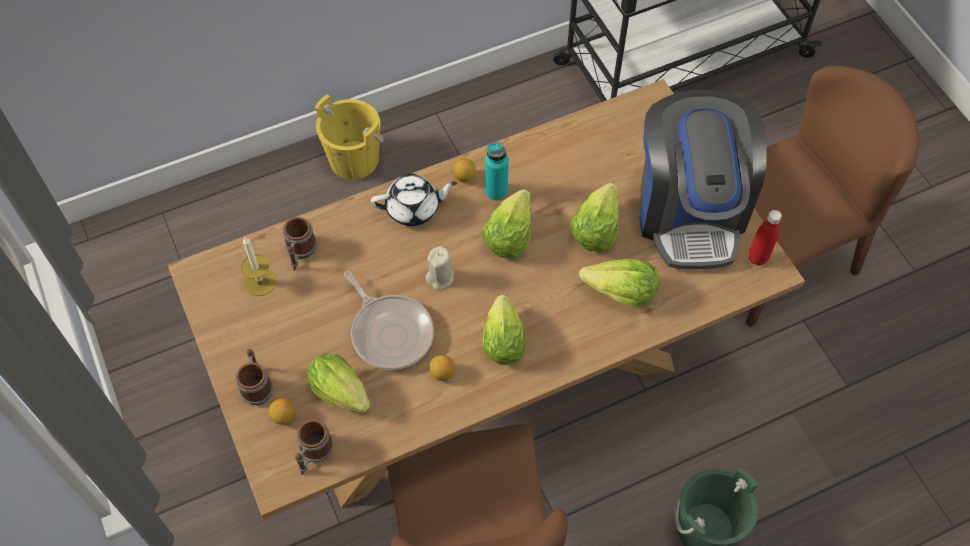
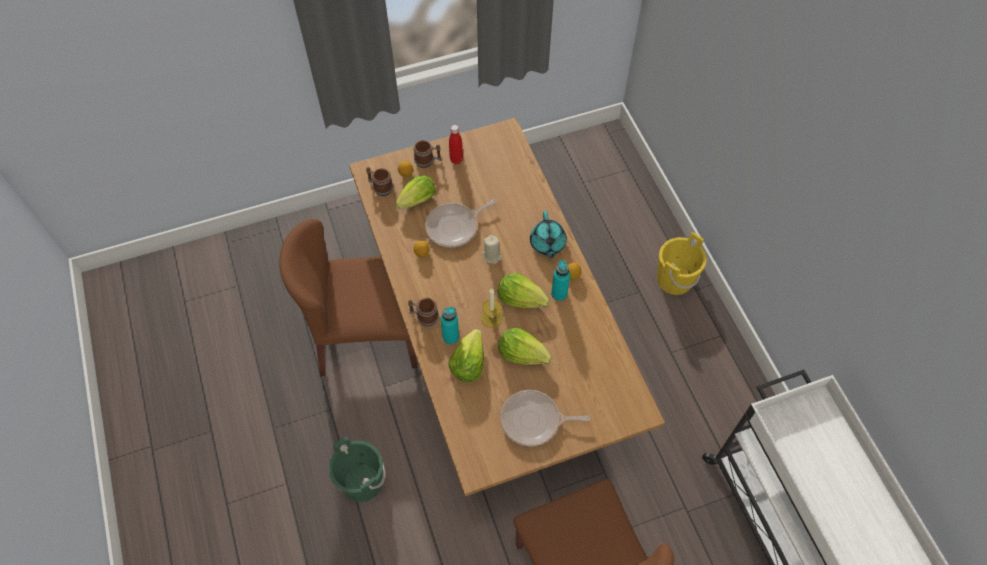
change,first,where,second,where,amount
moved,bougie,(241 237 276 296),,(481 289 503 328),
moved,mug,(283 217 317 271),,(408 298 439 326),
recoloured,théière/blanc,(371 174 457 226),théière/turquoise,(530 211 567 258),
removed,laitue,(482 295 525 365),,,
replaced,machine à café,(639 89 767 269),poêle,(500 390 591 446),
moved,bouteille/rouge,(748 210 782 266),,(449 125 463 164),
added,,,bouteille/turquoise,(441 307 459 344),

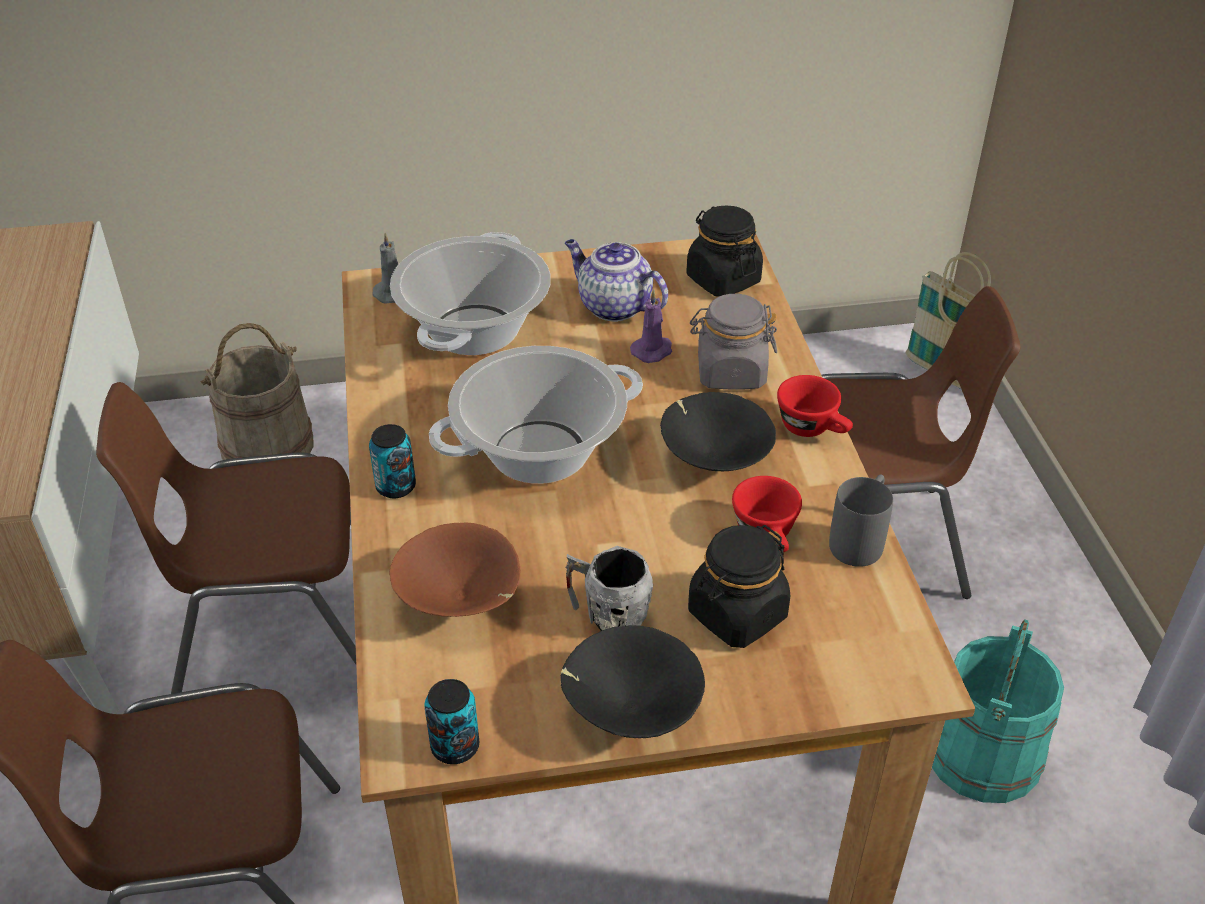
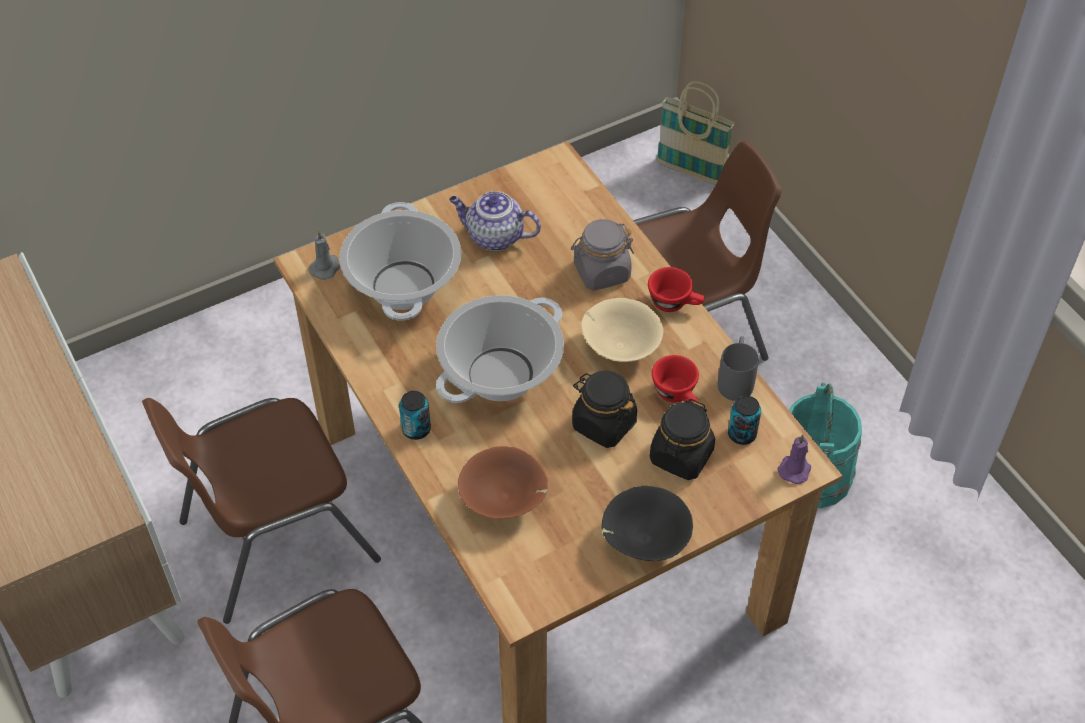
change,first,where,second,where,amount
removed,seau/beige,(200 323 314 460),,,
moved,boîte métallique,(424 679 479 764),,(728 396 761 445),
removed,mug/gris,(566 546 653 631),,,
moved,bougie/violet,(630 289 672 363),,(777 434 811 484),
recoloured,bol/noir,(660 392 776 471),bol/beige,(581 298 663 362),
moved,bocal/noir,(686 206 763 297),,(572 371 637 448),

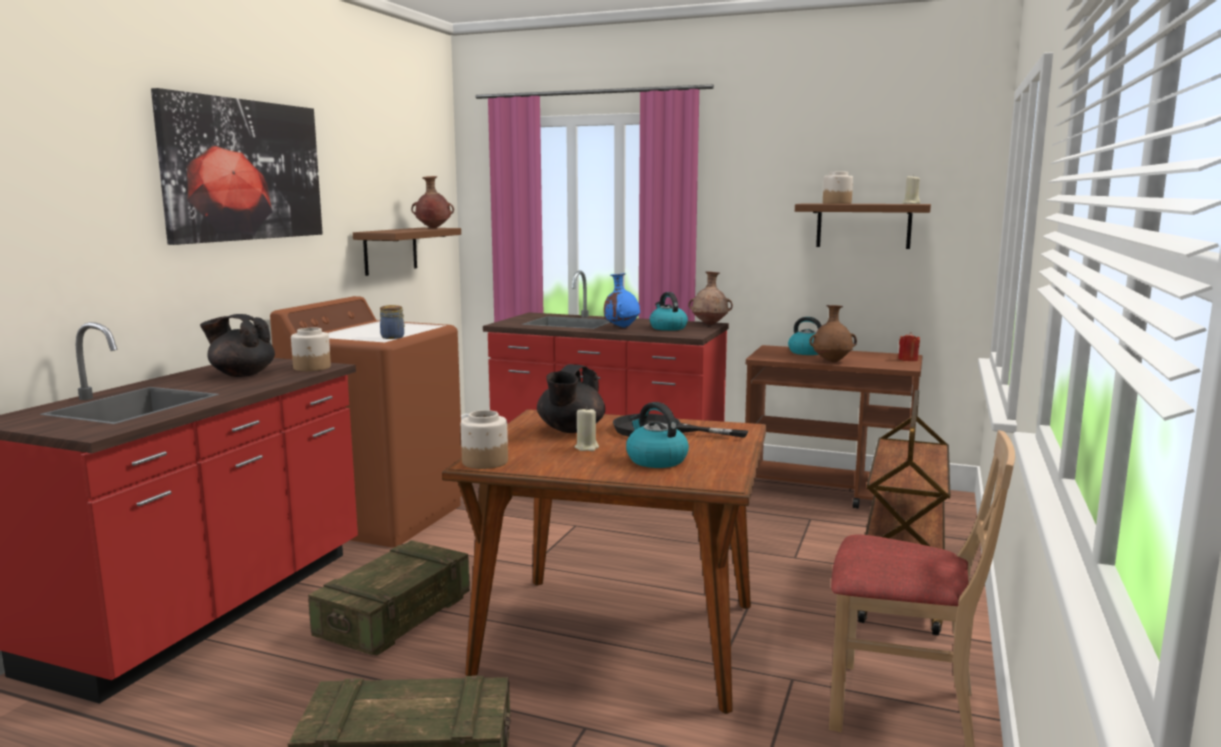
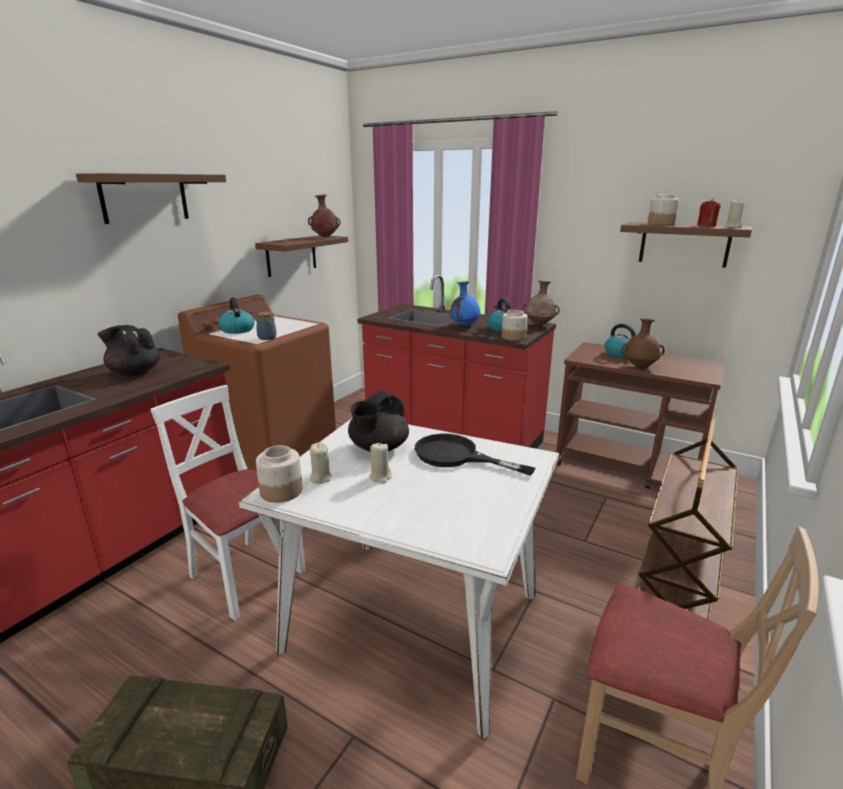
change,first,where,second,where,amount
replaced,tableau,(151 88 323 245),étagère/marron,(76 173 226 224),
moved,bocal,(291 328 331 371),,(501 310 527 341),
replaced,caisse,(308 540 470 656),chaise/blanc,(150 385 306 621),
recoloured,table à manger/marron,(442 409 767 714),table à manger/blanc,(239 418 559 739),
moved,bouilloire,(626 402 689 468),,(218 297 255 334),
moved,bougie/rouge,(898 332 920 361),,(697 199 721 226),
added,,,bougie/beige,(310 442 332 484),

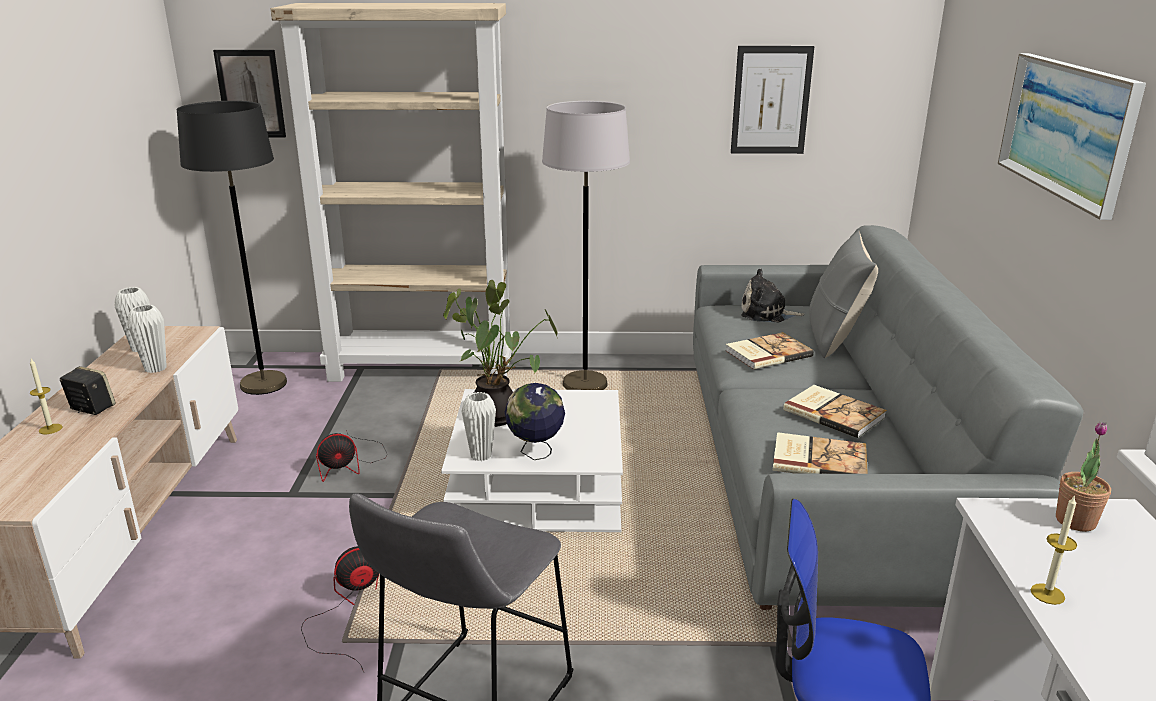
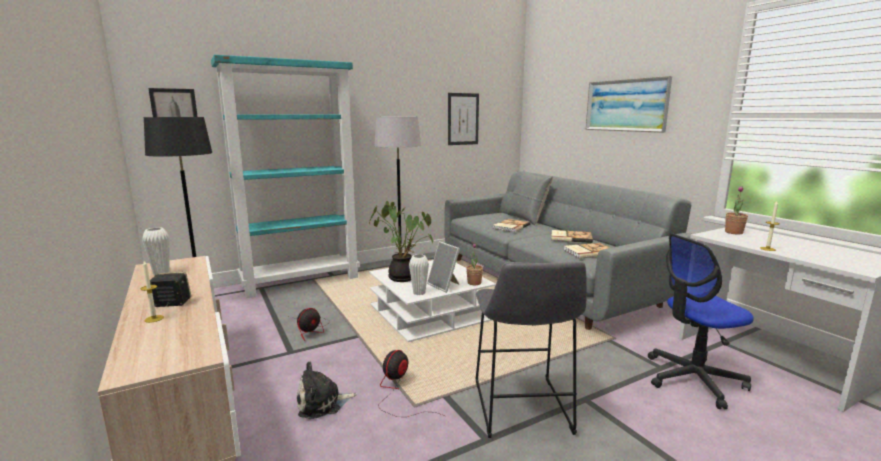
change,first,where,second,where,amount
removed,vase/blanc,(127 304 167 373),,,
recoloured,bibliothèque/beige,(271 3 514 382),bibliothèque/turquoise,(211 55 360 298),
replaced,globe,(505 383 565 460),cadre photo,(427 241 460 293),
moved,peluche,(741 269 805 322),,(297 361 357 419),
added,,,plante en pot,(466 243 483 286),

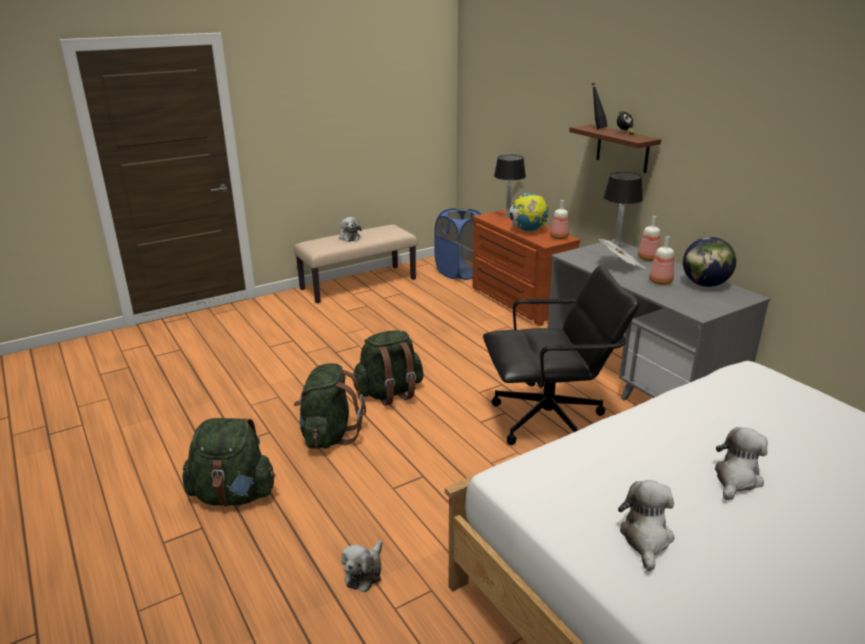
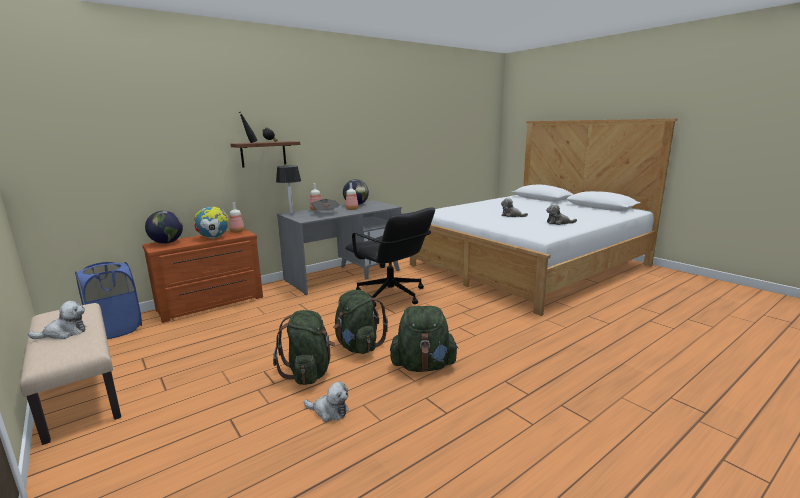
change,first,where,second,where,amount
moved,sac à dos/vert,(182 418 276 507),,(273 310 335 385),
moved,peluche,(341 540 383 592),,(304 382 349 422),
turned,chaise de bureau/noir,(483 265 640 445),,(345 207 435 307),150 degrees clockwise
replaced,lampe de table,(494 155 526 217),globe,(145 211 183 244),

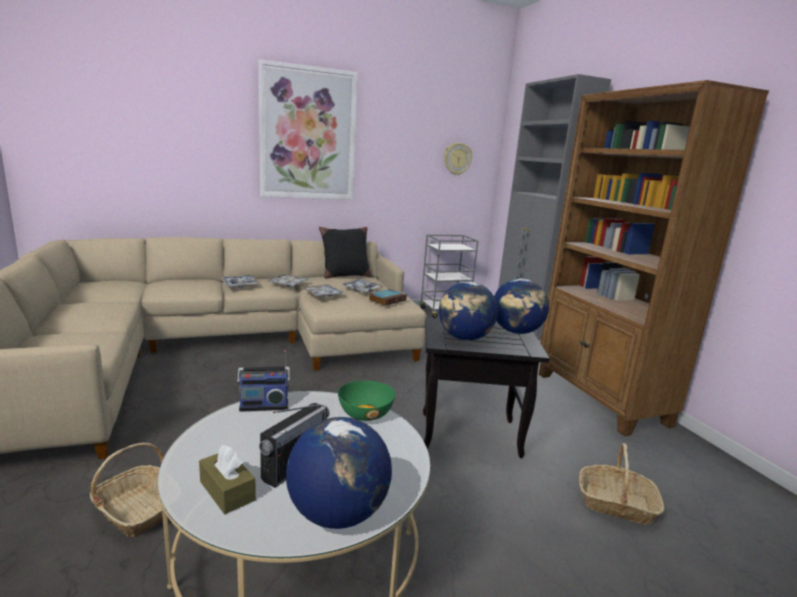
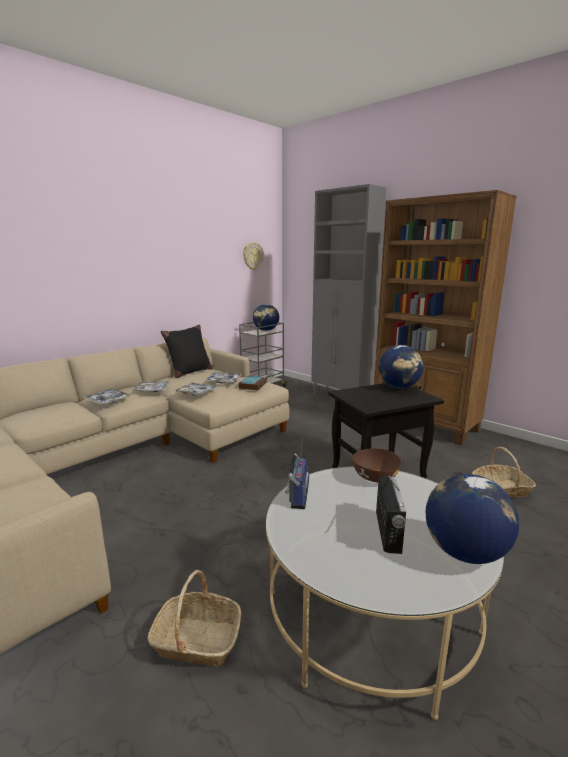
change,first,where,second,where,amount
removed,boîte à mouchoirs/marron,(199 445 256 514),,,
turned,radio,(237 350 290 412),,(285 437 309 509),45 degrees counterclockwise
removed,tableau,(258 59 358 200),,,
recoloured,bol/vert,(338 381 395 421),bol/marron,(352 448 401 482),
moved,globe,(439 282 498 340),,(253 304 279 331),

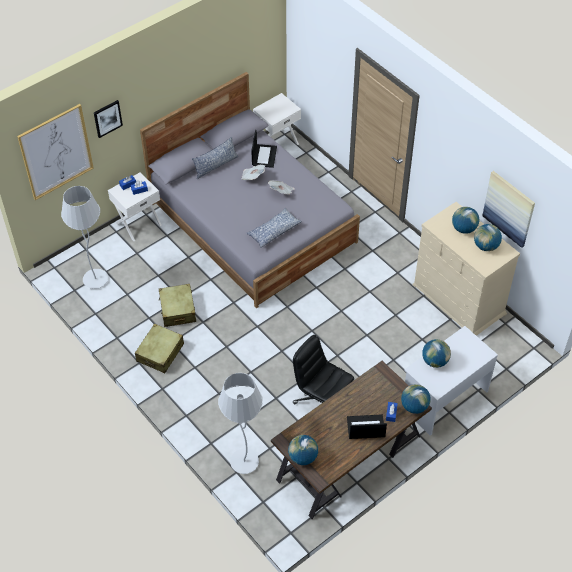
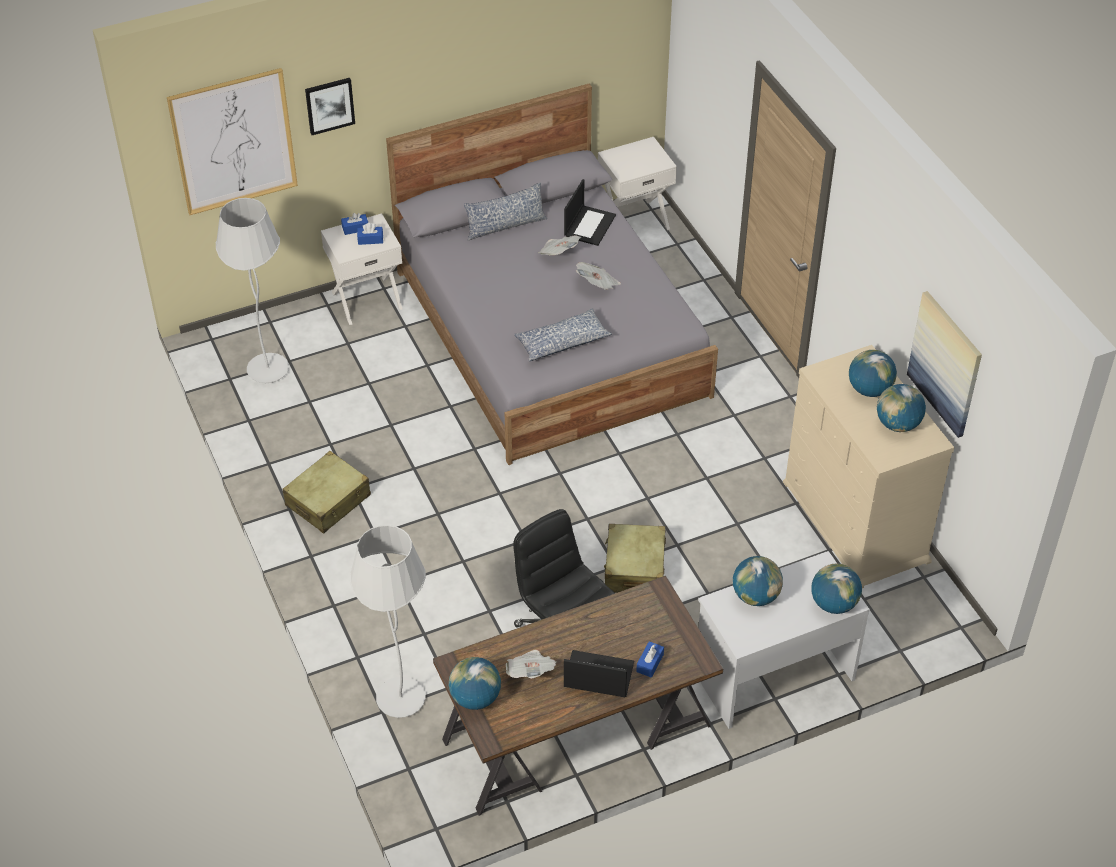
change,first,where,second,where,amount
moved,valise/beige,(159 284 196 327),,(604 524 666 593),
moved,globe,(401 384 431 414),,(811 563 862 614),
added,,,journal,(506 650 557 679),

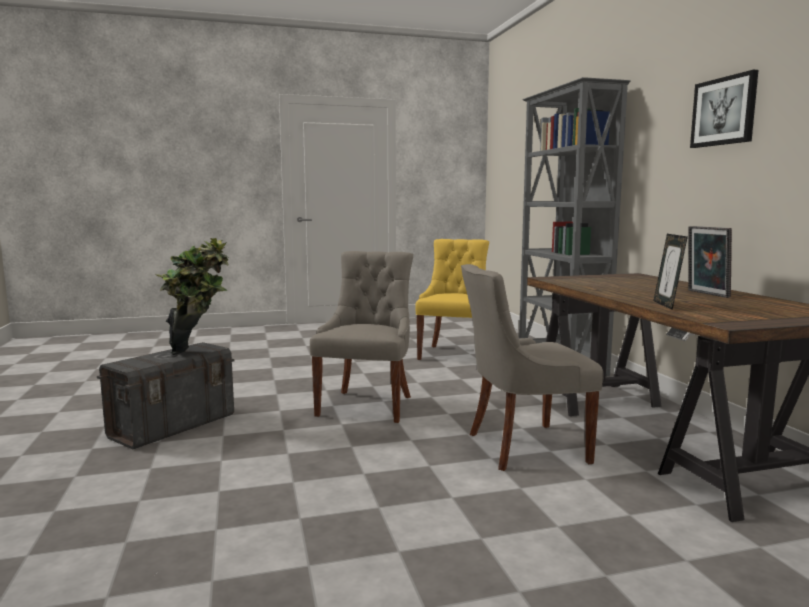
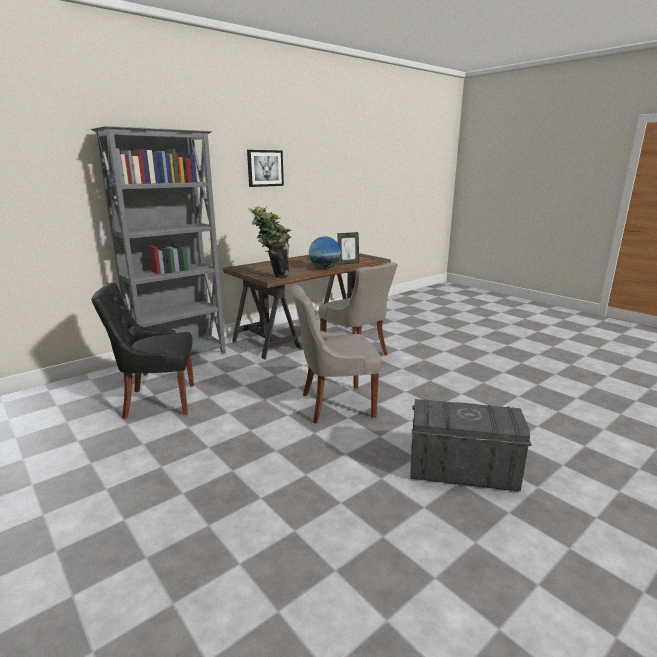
change,first,where,second,where,amount
moved,plante en pot,(155 238 229 355),,(248 205 291 279),
recoloured,chaise/jaune,(416 239 489 360),chaise/noir,(91 283 194 419),
removed,cadre photo,(688 226 732 298),,,
added,,,globe,(309 236 341 269),

